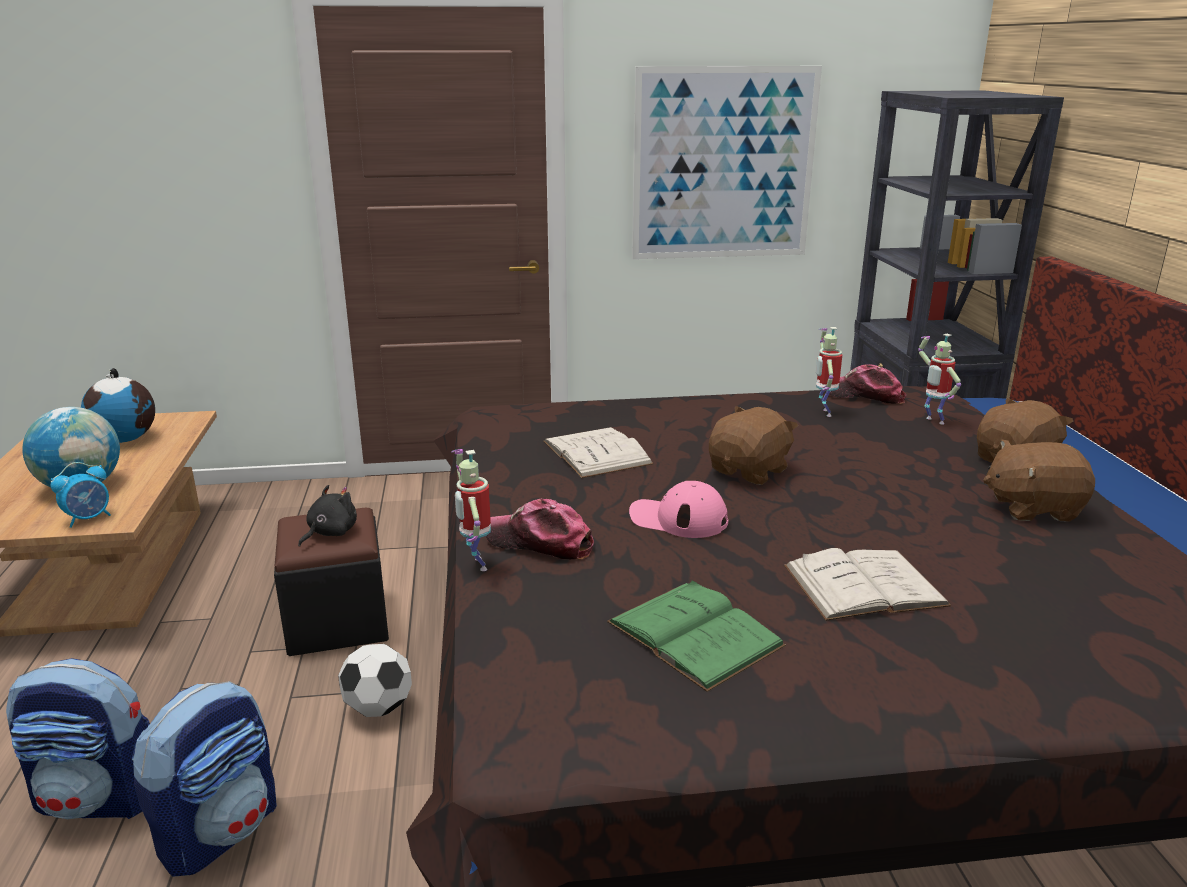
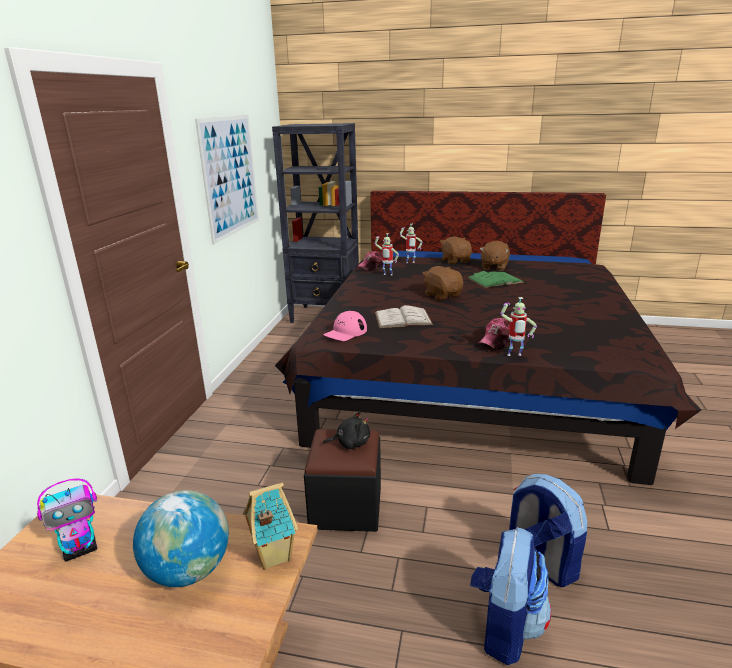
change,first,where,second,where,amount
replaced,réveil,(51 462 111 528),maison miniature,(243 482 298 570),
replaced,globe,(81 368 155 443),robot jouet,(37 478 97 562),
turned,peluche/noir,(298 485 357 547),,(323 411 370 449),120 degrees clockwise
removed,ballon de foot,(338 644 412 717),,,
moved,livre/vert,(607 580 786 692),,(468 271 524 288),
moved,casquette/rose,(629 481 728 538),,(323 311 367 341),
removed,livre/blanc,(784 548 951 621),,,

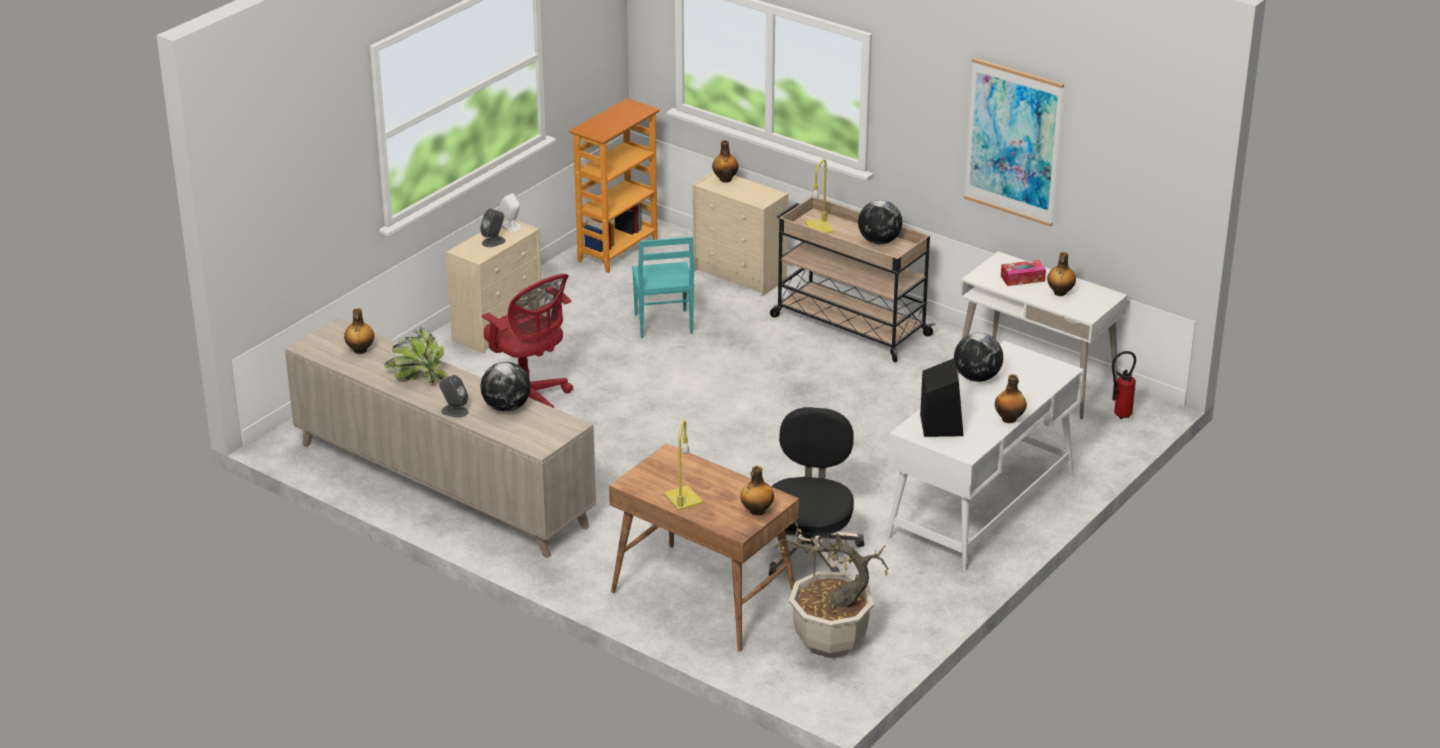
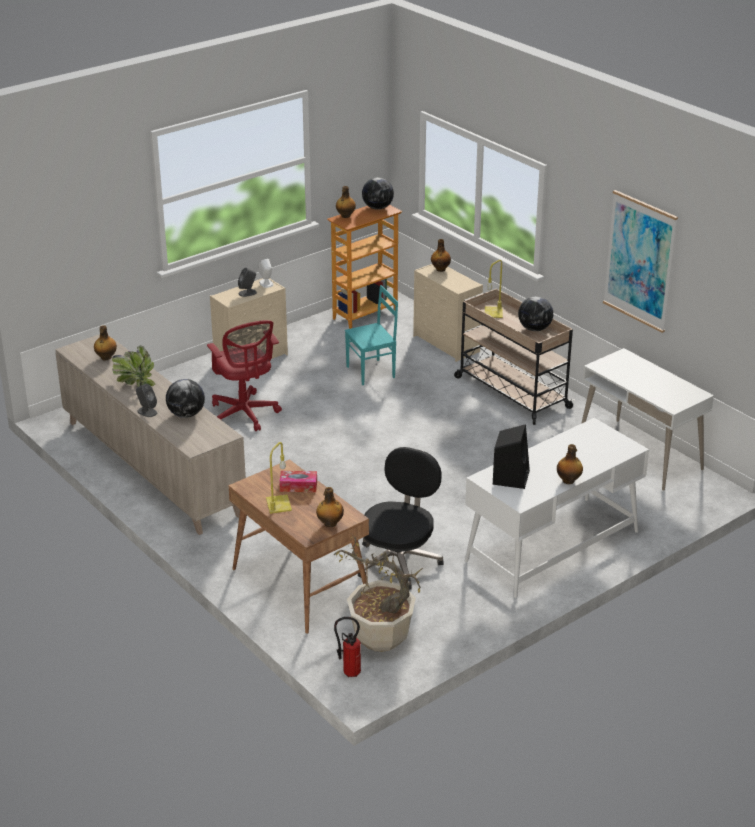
change,first,where,second,where,amount
turned,chaise/turquoise,(632 237 694 338),,(345 285 398 385),120 degrees counterclockwise
moved,globe,(954 333 1003 382),,(362 177 394 210),
moved,boîte à mouchoirs,(1001 260 1046 286),,(279 471 317 492),
moved,bouteille,(1047 252 1076 296),,(336 186 356 218),
moved,extincteur,(1112 351 1136 419),,(334 617 361 677),

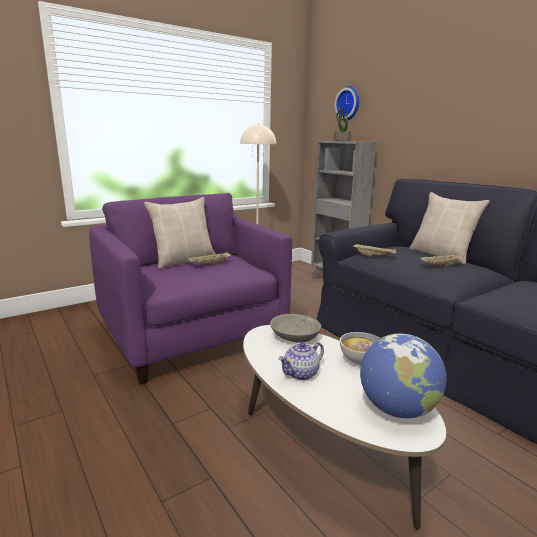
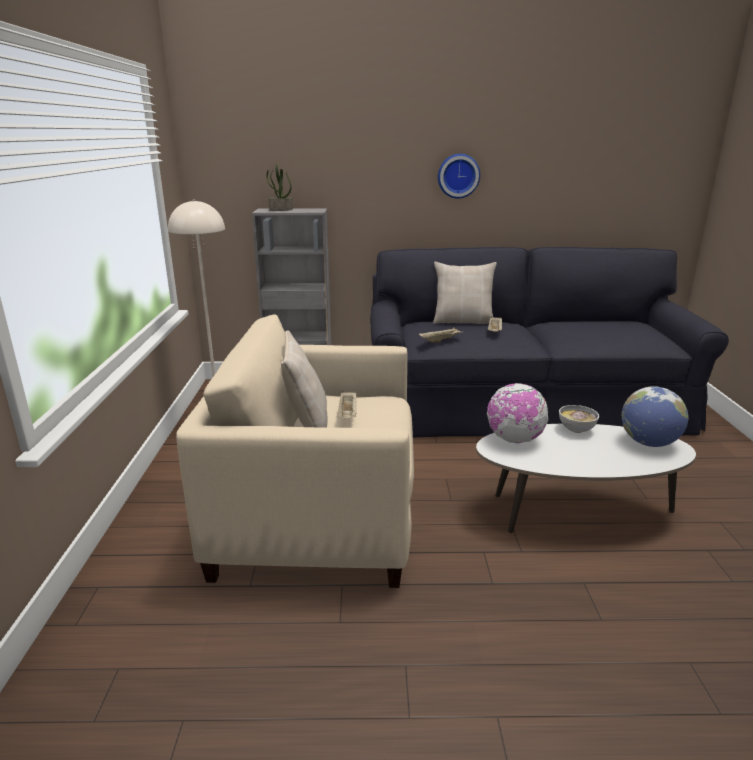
change,first,where,second,where,amount
recoloured,fauteuil/violet,(89 193 292 385),fauteuil/beige,(176 315 414 588),
replaced,bol/gris,(270 314 321 342),globe,(487 383 548 443),
removed,théière,(278 342 324 380),,,
moved,horloge murale,(335 86 359 121),,(438 154 480 198),

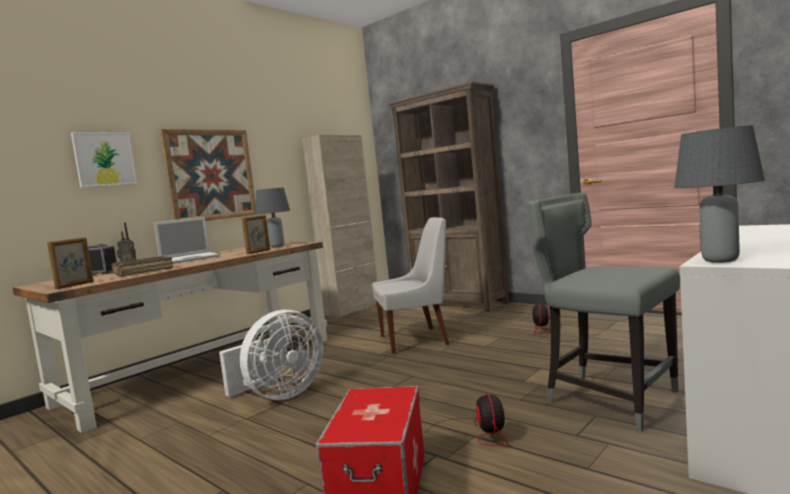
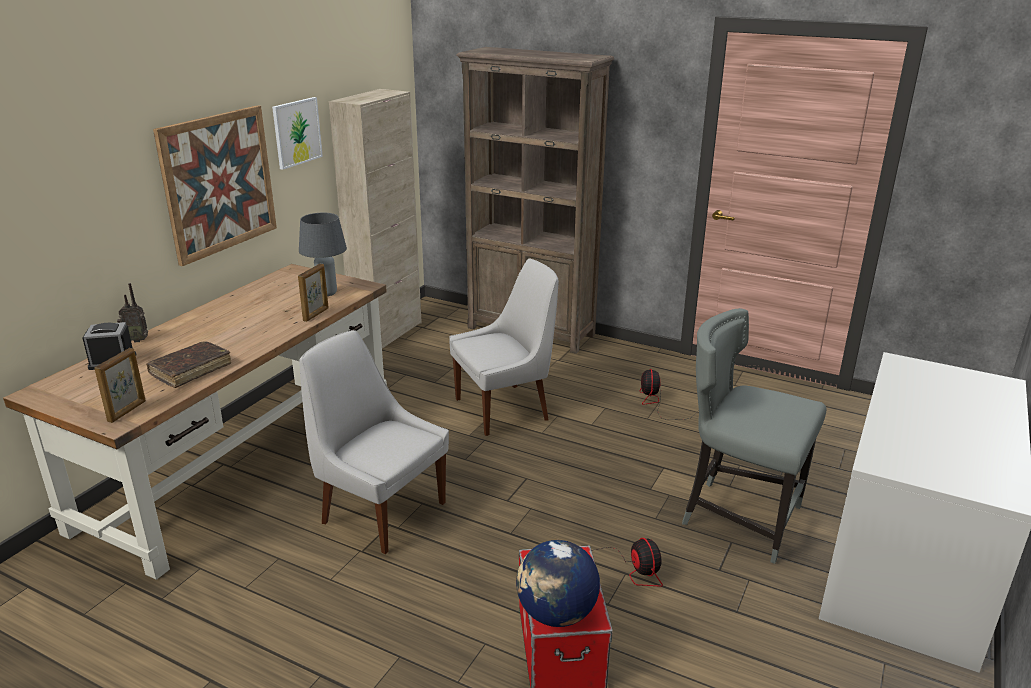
change,first,where,second,where,amount
moved,tableau,(71 132 137 188),,(272 97 323 170),
removed,ordinateur portable,(154 217 220 264),,,
replaced,ventilateur/blanc,(219 310 323 400),chaise/blanc,(299 330 449 554),
removed,lampe de table/gris,(674 125 765 263),,,
added,,,globe,(516 540 600 627),

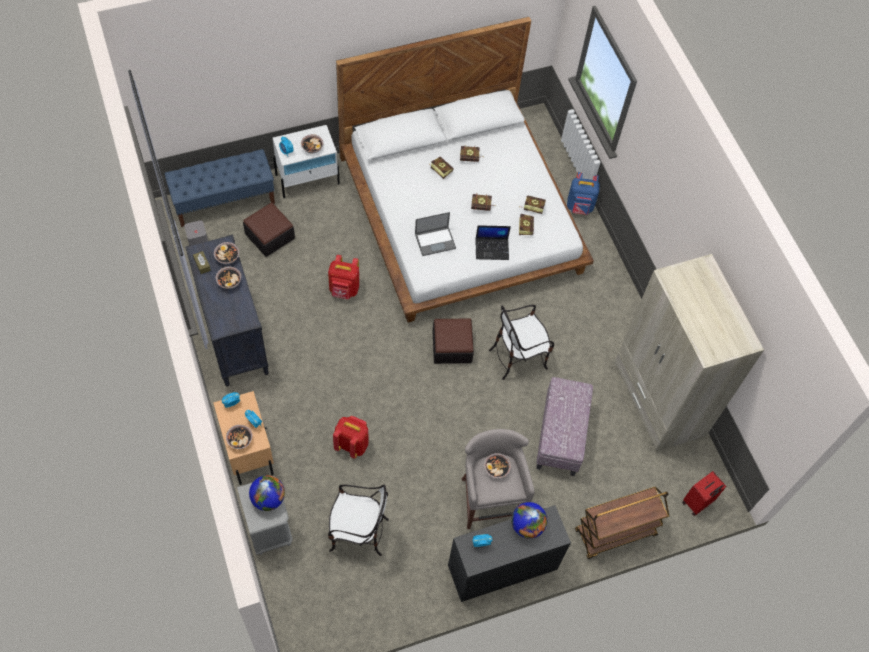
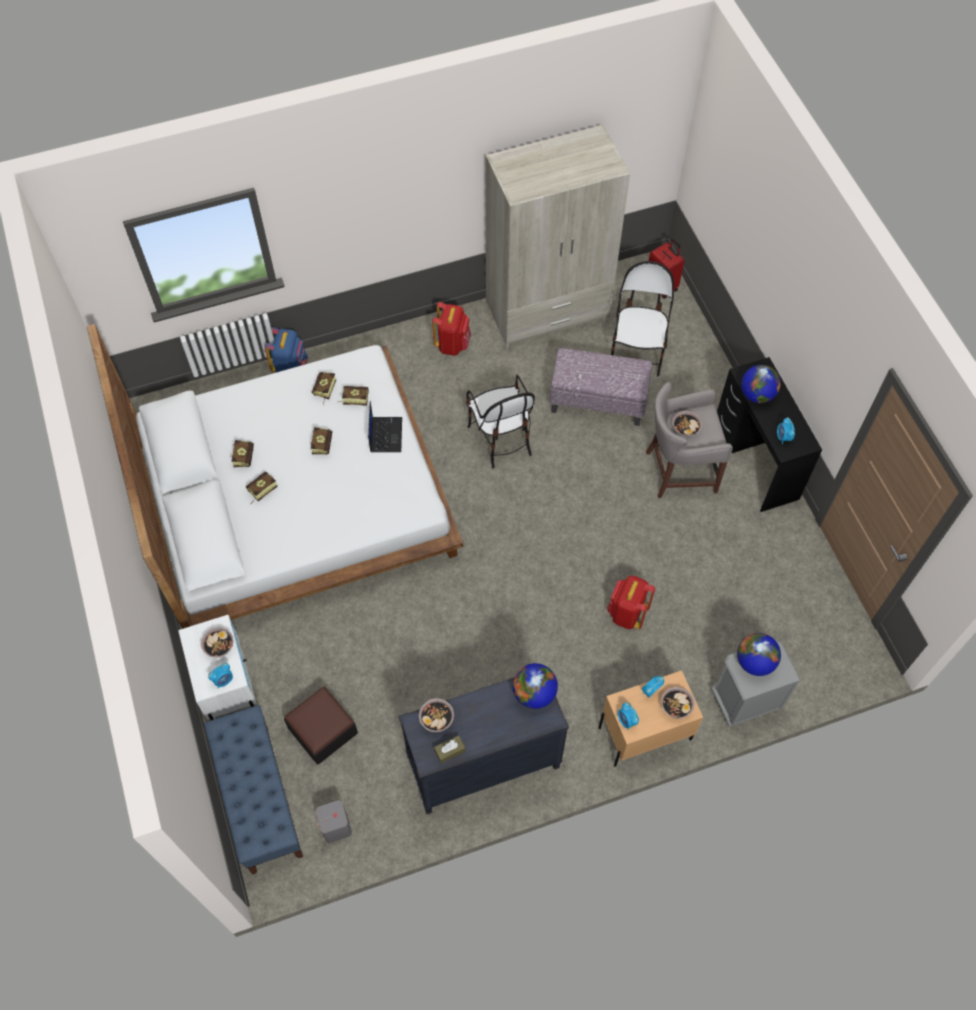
change,first,where,second,where,amount
removed,bol,(216 266 241 289),,,
moved,sac à dos/rouge,(328 255 359 299),,(432 302 471 356),
moved,chaise,(328 485 389 556),,(611 261 674 376),
removed,ordinateur portable,(415 212 456 256),,,
removed,pouf,(433 319 474 364),,,
removed,chariot/marron,(575 487 669 559),,,
added,,,globe,(513 663 558 709),

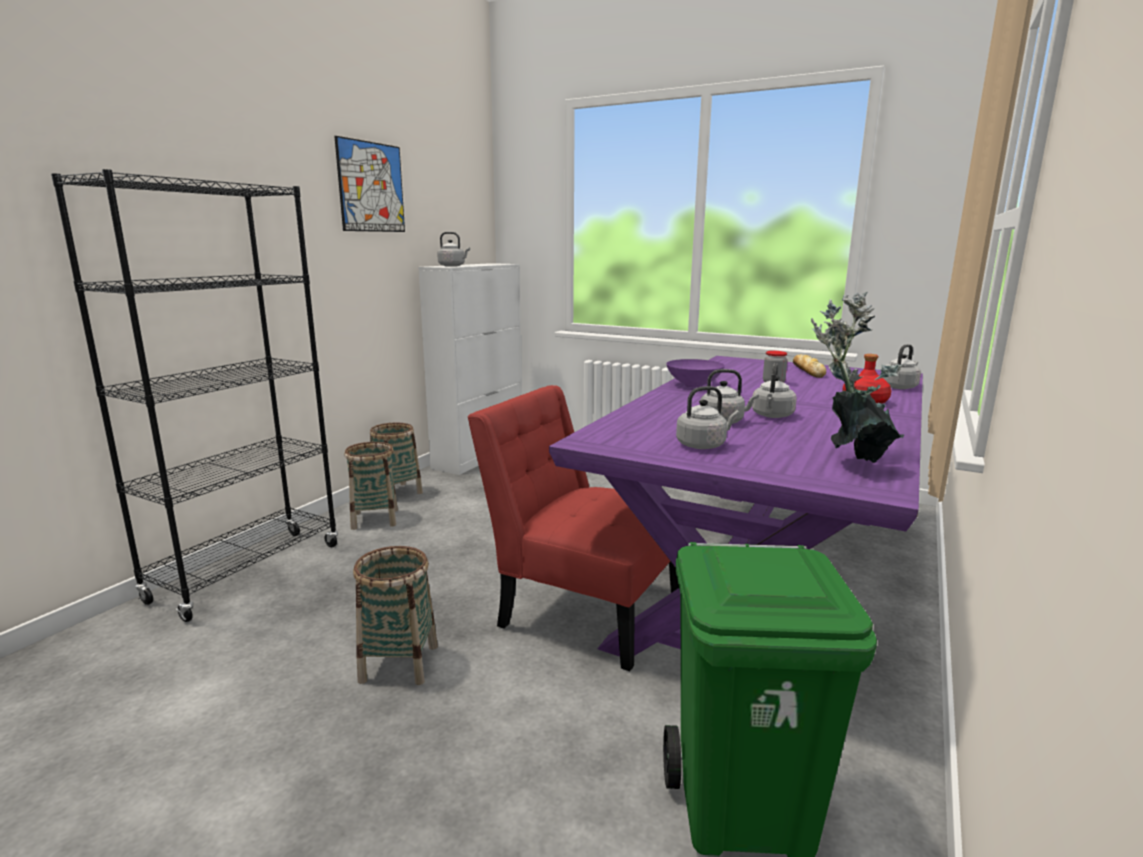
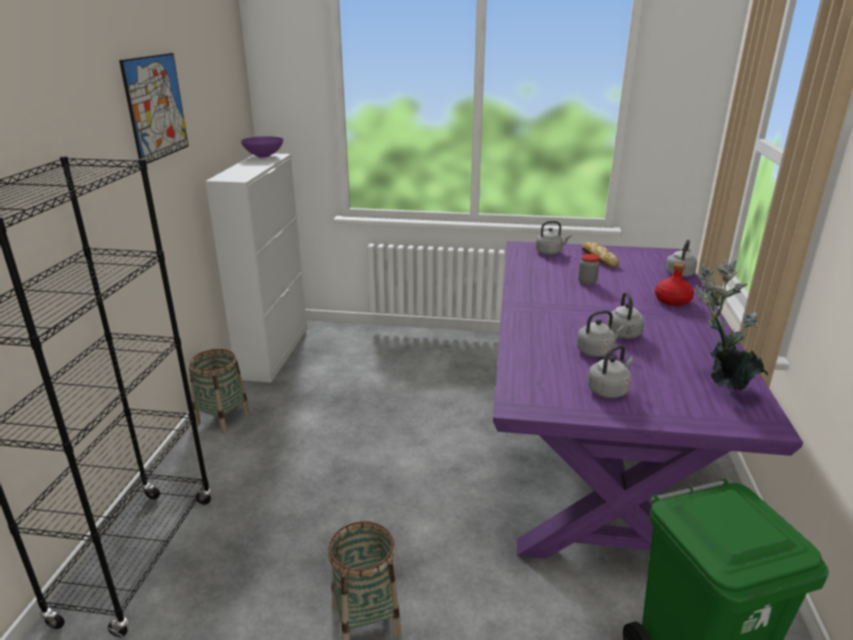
change,first,where,second,where,amount
removed,panier,(344 442 398 530),,,
moved,bouilloire/gris,(437 232 470 267),,(536 221 571 254),
removed,chaise/rouge,(467 385 679 672),,,
moved,bol/violet,(666 359 725 387),,(241 136 283 158),

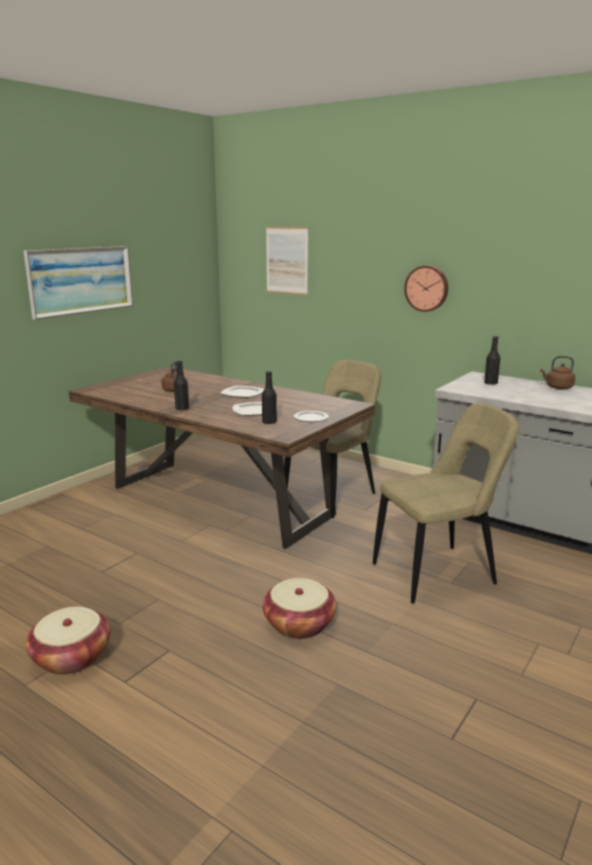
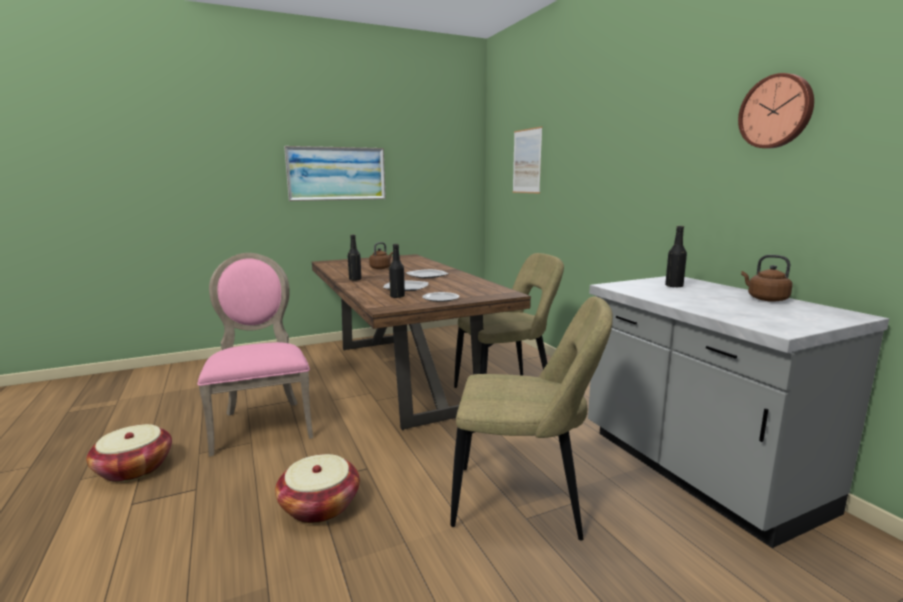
change,first,where,second,where,amount
moved,horloge murale,(404 265 448 312),,(738 73 814 148),
added,,,chaise/rose,(197 253 313 457),

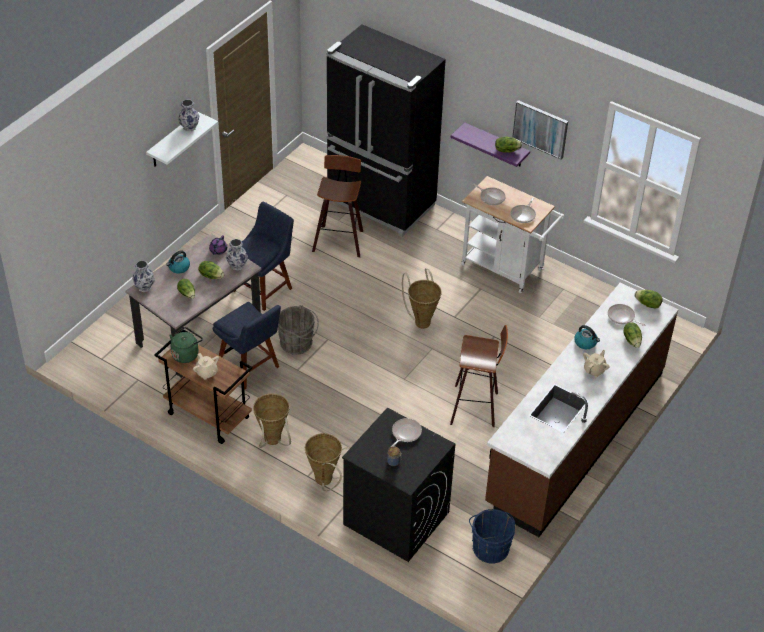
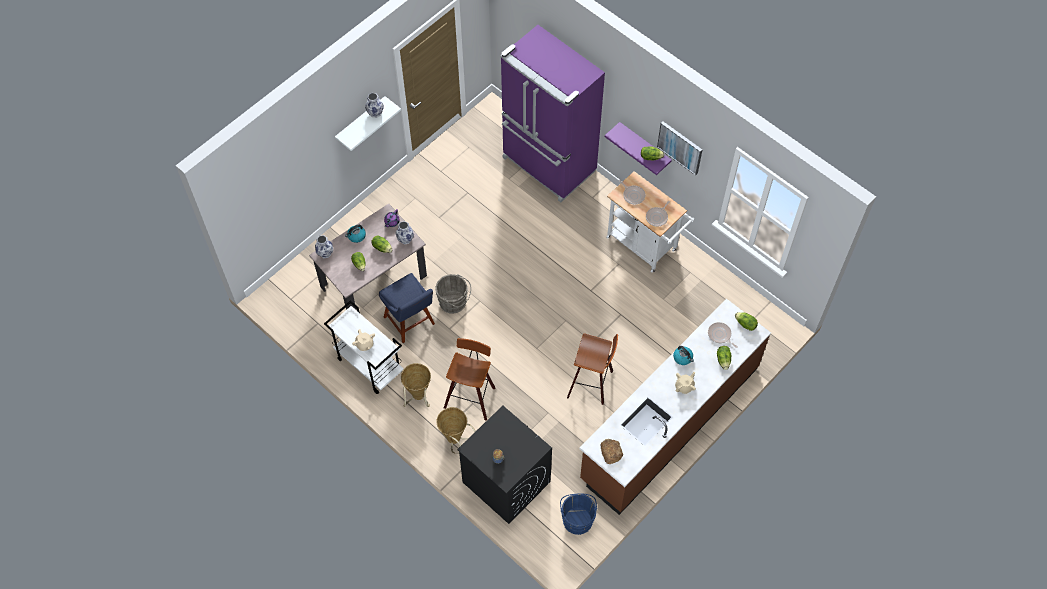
change,first,where,second,where,amount
recoloured,chariot/marron,(154 329 252 444),chariot/blanc,(324 300 404 394),
removed,bouilloire/vert,(169 327 203 363),,,
removed,chaise/bleu,(233 202 294 311),,,
moved,tabouret,(312 155 363 257),,(444 338 496 421),
recoloured,réfrigérateur/noir,(326 24 446 237),réfrigérateur/violet,(501 25 605 203),
removed,poêle,(391 418 422 447),,,
removed,panier,(402 268 442 329),,,
added,,,pain,(600 439 623 464),

